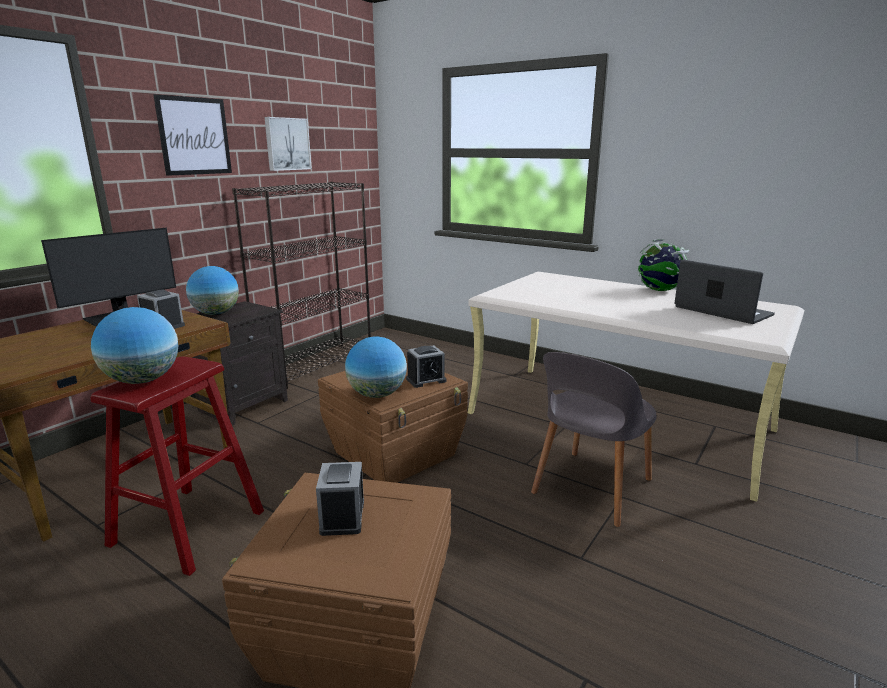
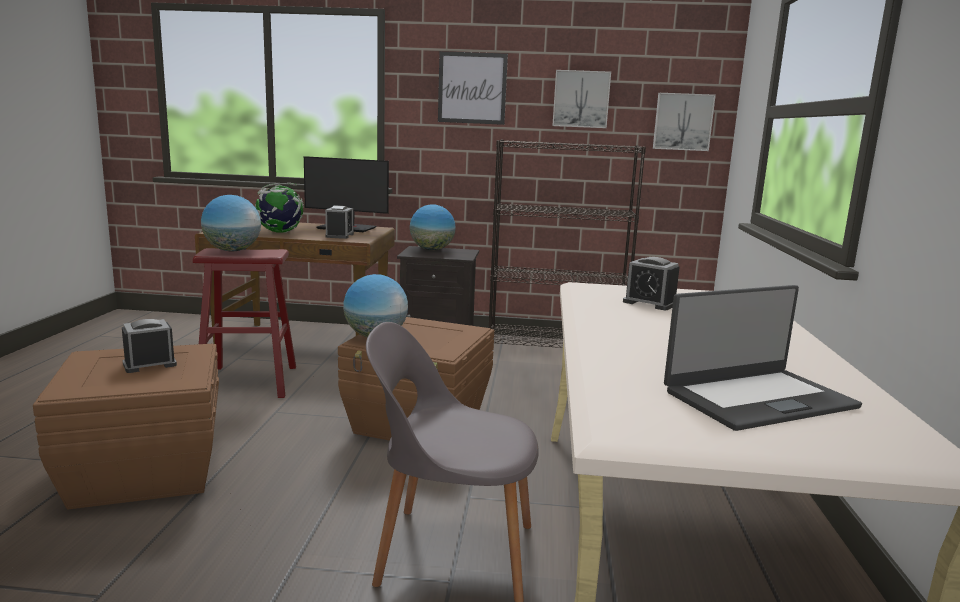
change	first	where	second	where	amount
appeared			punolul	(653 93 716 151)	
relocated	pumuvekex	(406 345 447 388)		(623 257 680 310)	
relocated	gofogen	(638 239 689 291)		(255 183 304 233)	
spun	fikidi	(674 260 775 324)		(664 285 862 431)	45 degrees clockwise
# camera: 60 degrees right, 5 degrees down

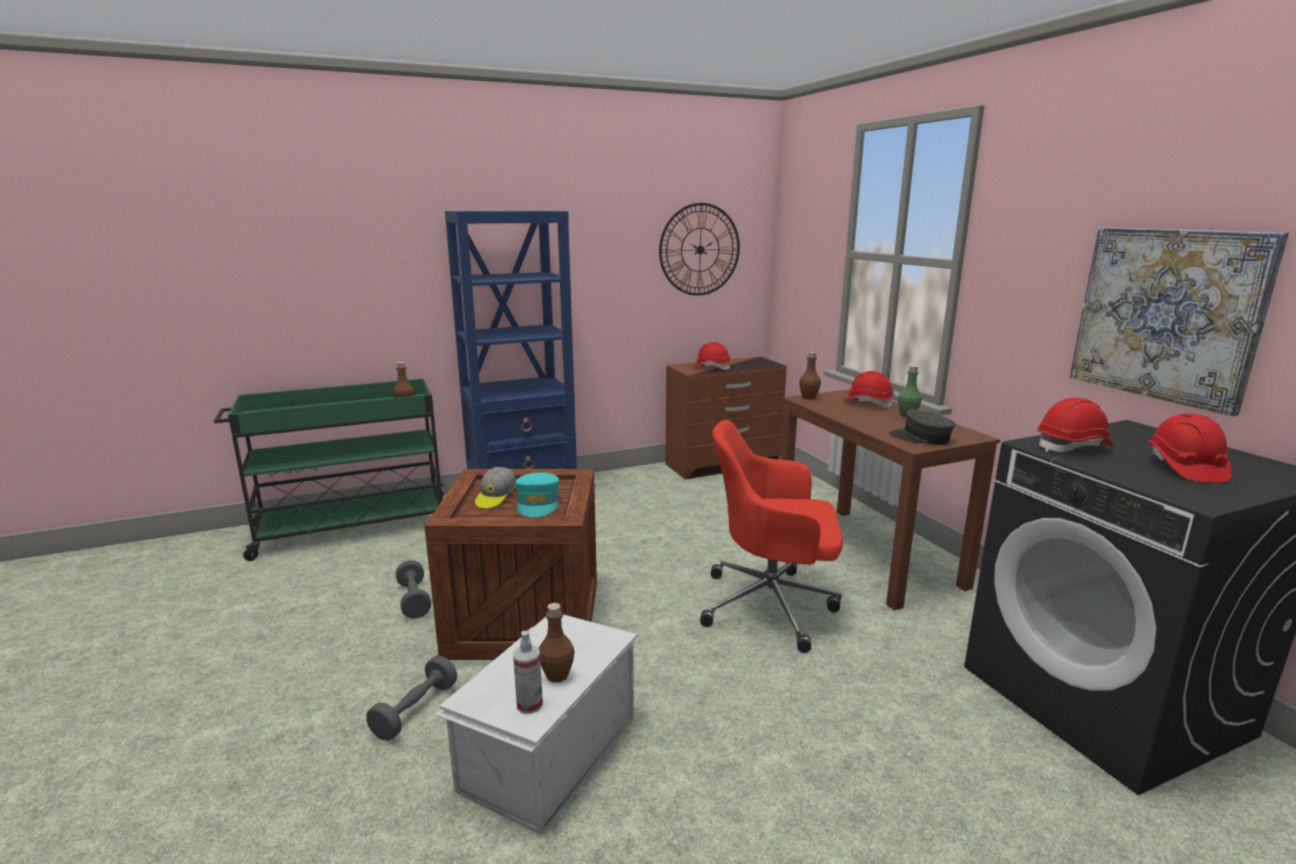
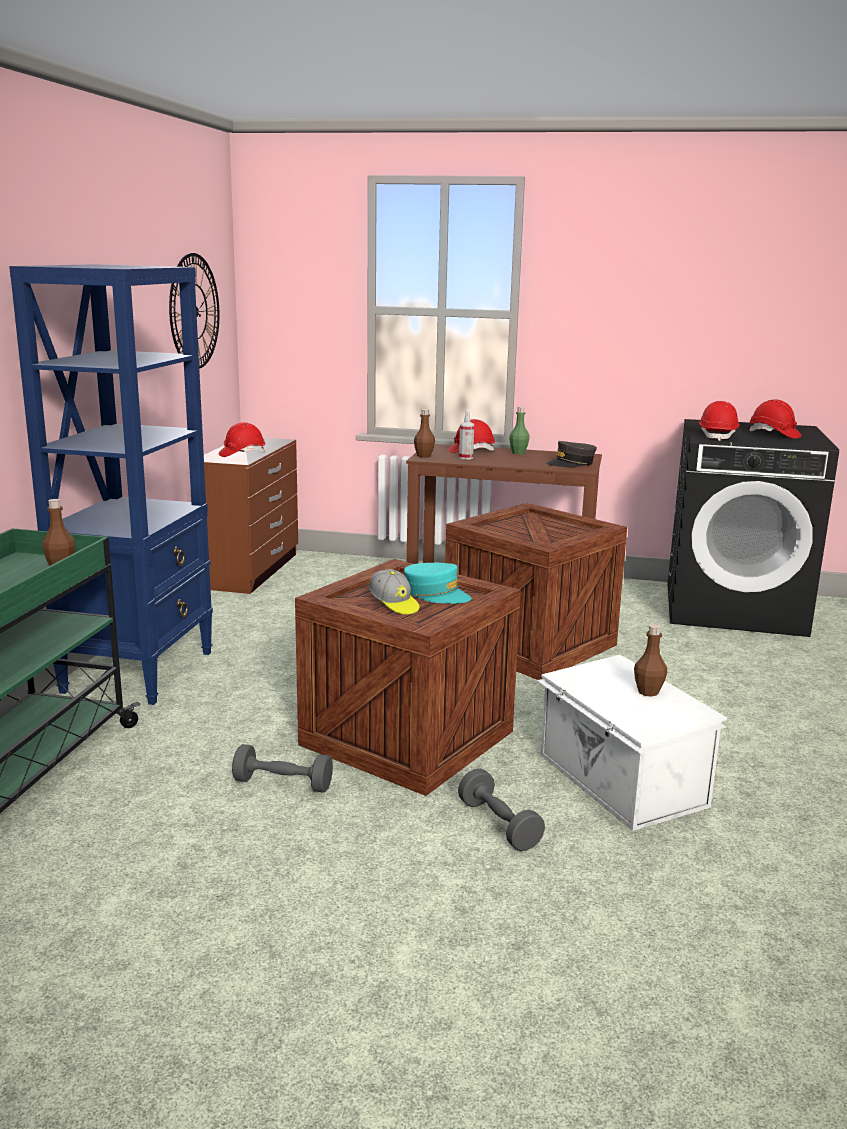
change	first	where	second	where	amount
missing	punolul	(1070 227 1289 416)			
relocated	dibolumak	(513 631 543 714)		(459 411 474 460)	
exchanged	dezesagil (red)	(700 420 843 653)	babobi	(445 503 627 680)	
# camera: 55 degrees left, 0 degrees up

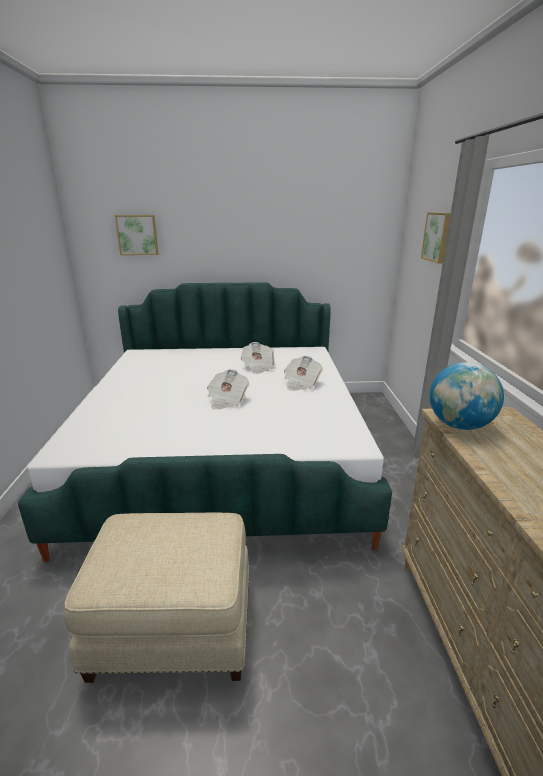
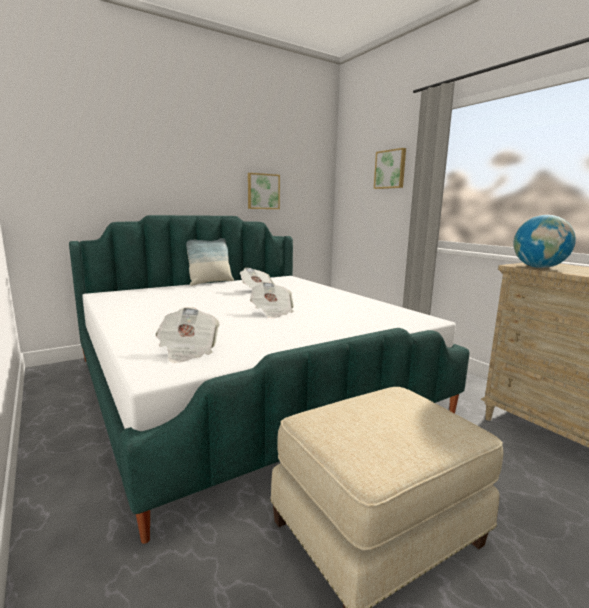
change	first	where	second	where	amount
appeared			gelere	(186 238 234 286)	
relocated	punolul	(115 215 159 255)		(248 173 280 209)	
relocated	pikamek	(284 356 323 391)		(156 307 220 363)	
# camera: 30 degrees left, 10 degrees down

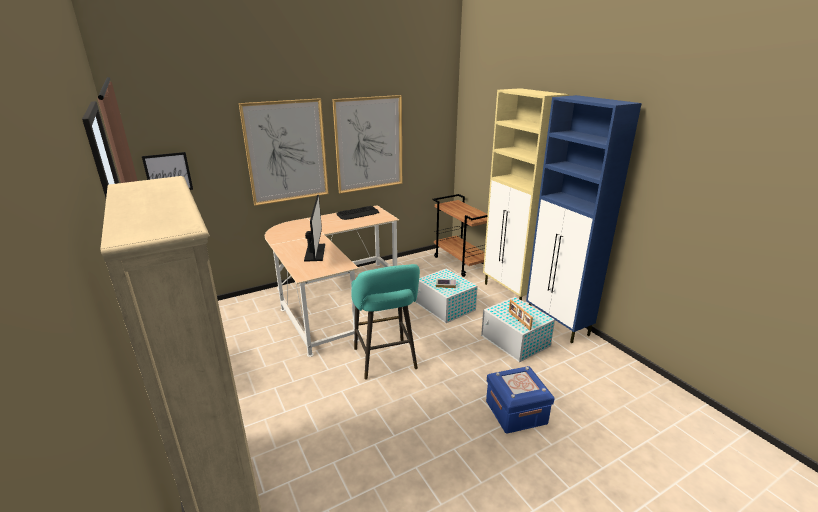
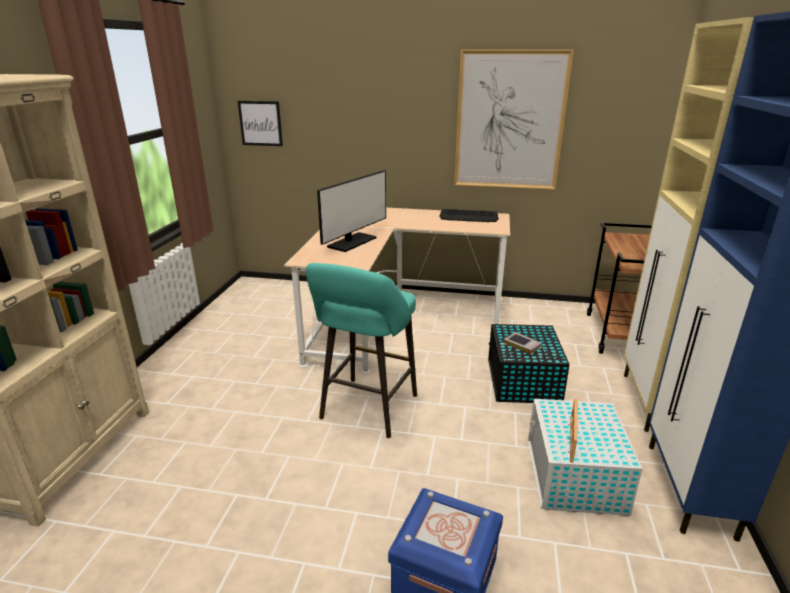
change	first	where	second	where	amount
missing	punolul	(239 98 329 206)			
colour	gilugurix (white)	(416 269 478 323)	gilugurix (black)	(488 324 570 403)	
# camera: 40 degrees right, 0 degrees up

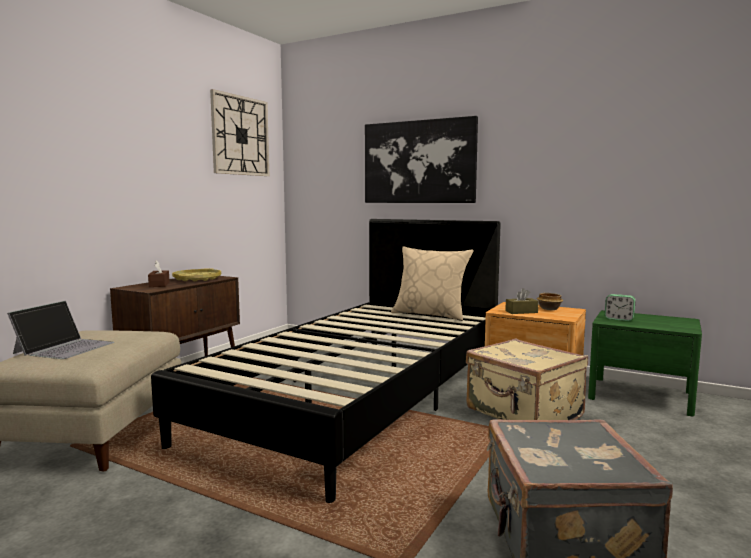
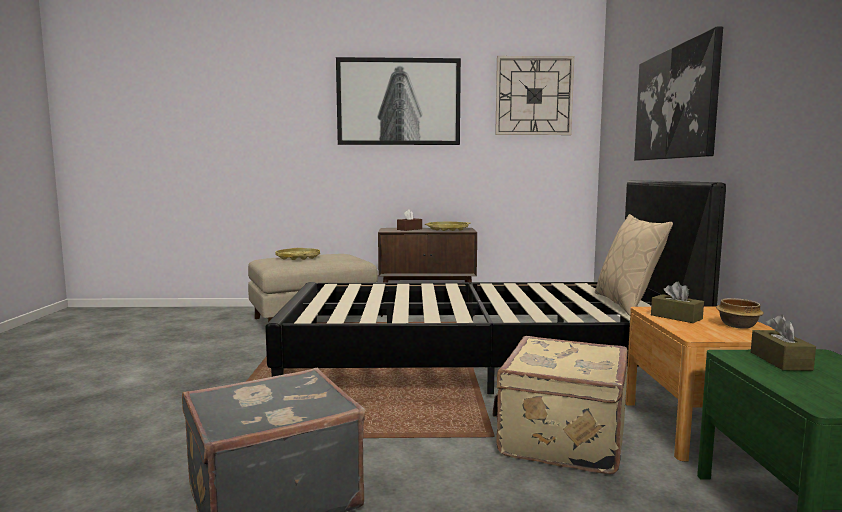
change	first	where	second	where	amount
appeared			punolul	(336 57 461 145)	
exchanged	fikidi	(7 301 114 359)	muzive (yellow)	(276 248 320 260)	
exchanged	pumuvekex	(605 294 636 321)	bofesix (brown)	(751 315 816 371)	
# camera: 60 degrees right, 0 degrees up

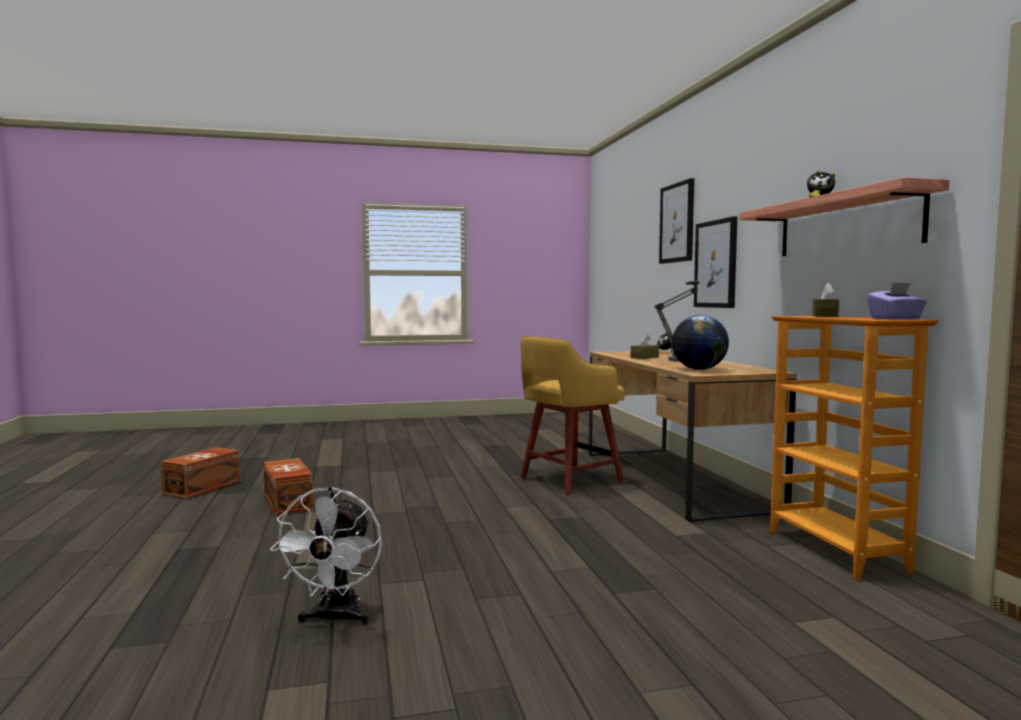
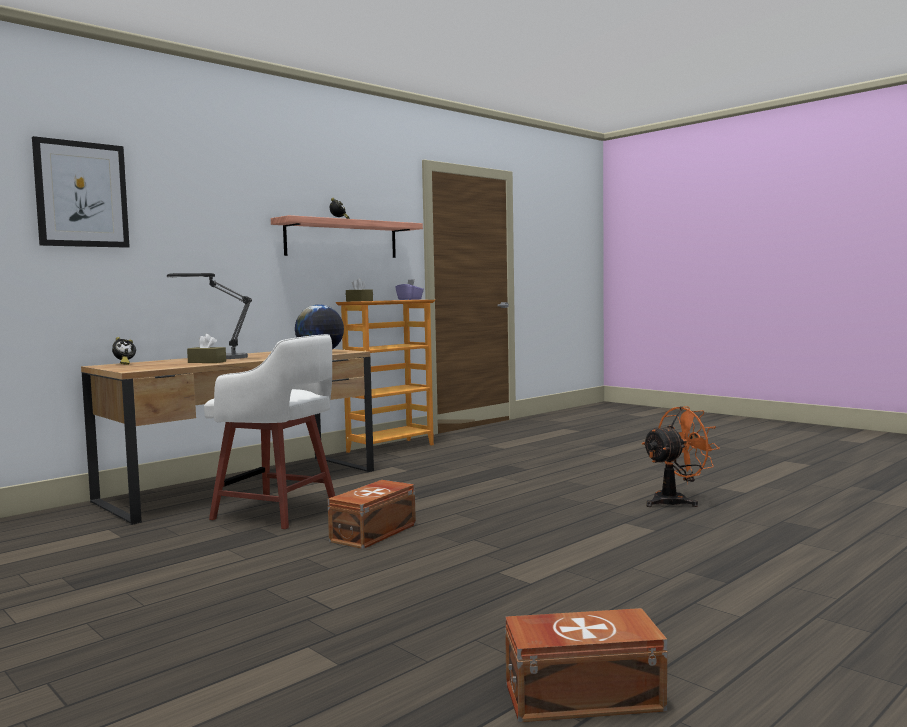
change	first	where	second	where	amount
missing	punolul	(694 216 737 308)			
relocated	gilugurix (brown)	(264 458 313 515)		(327 480 416 549)	
colour	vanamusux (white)	(270 487 382 625)	vanamusux (orange)	(642 406 720 507)	
colour	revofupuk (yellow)	(520 336 625 495)	revofupuk (white)	(204 334 335 529)	
# camera: 120 degrees left, 0 degrees up

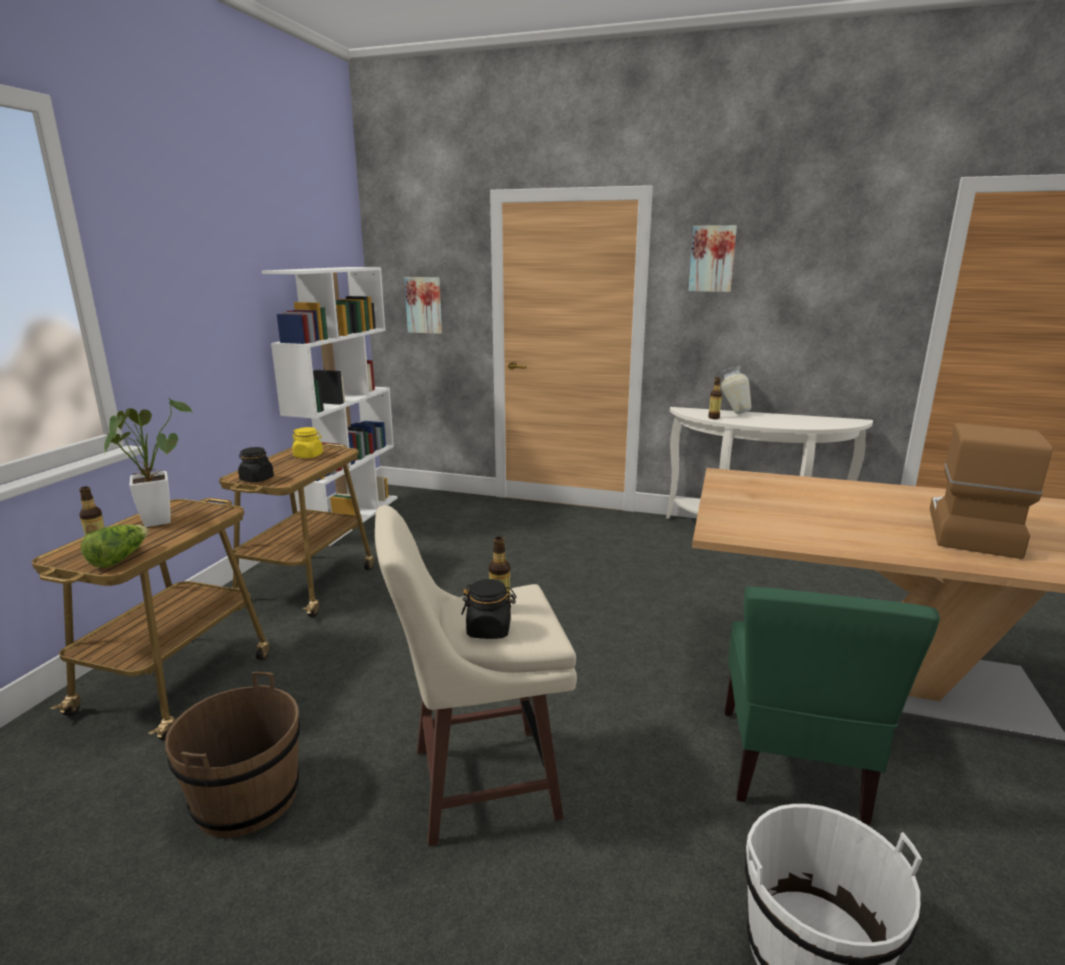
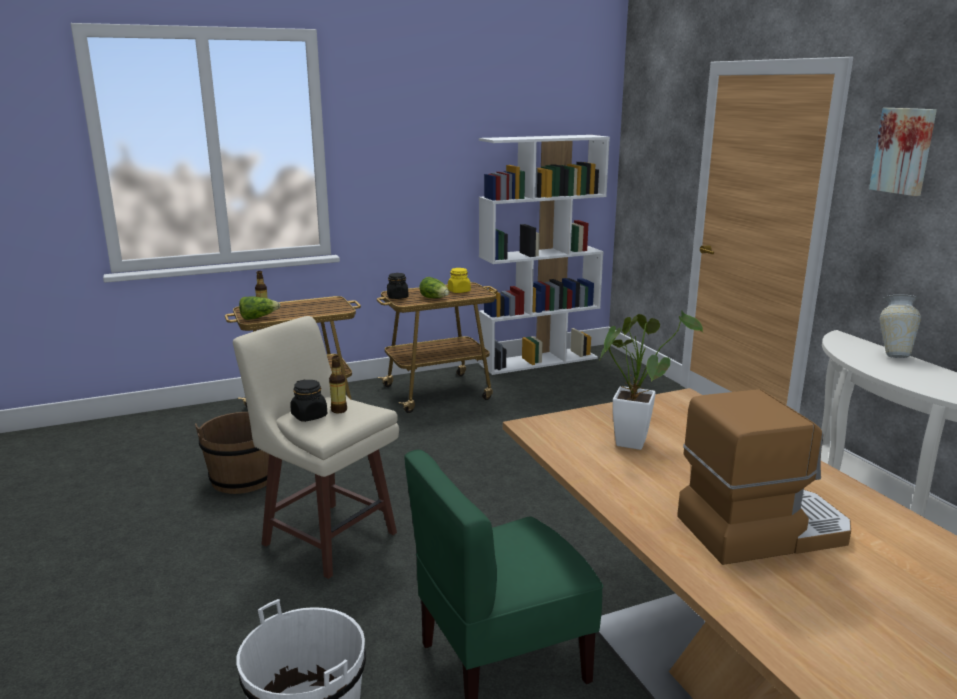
change	first	where	second	where	amount
missing	punolul	(404 277 442 334)			
missing	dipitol	(708 377 722 419)			
appeared			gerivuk	(419 277 449 298)	
relocated	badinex	(104 397 194 527)		(600 310 703 450)	
# camera: 50 degrees right, 0 degrees up

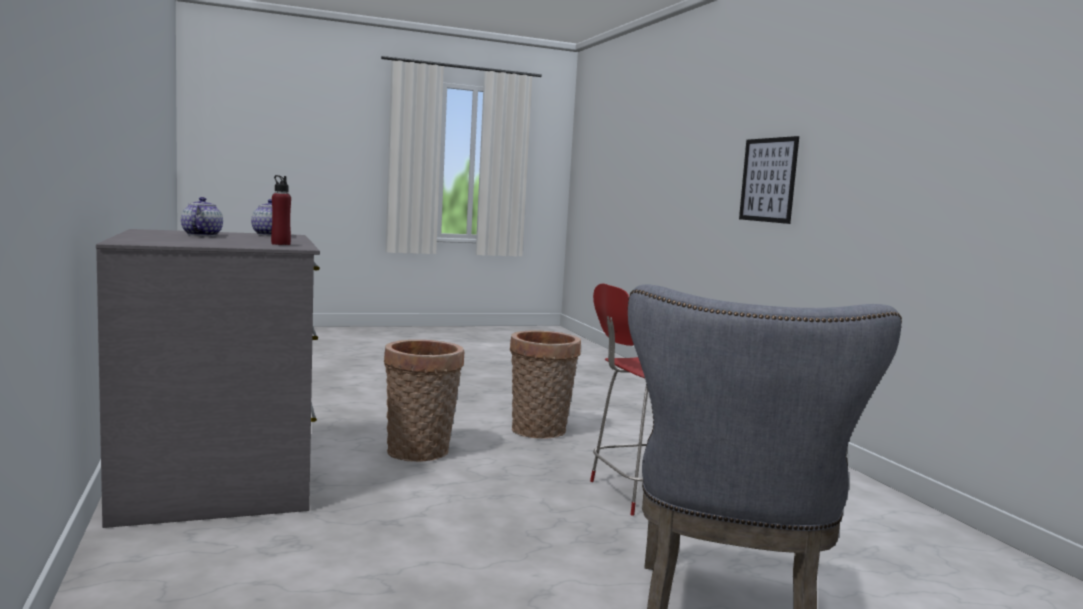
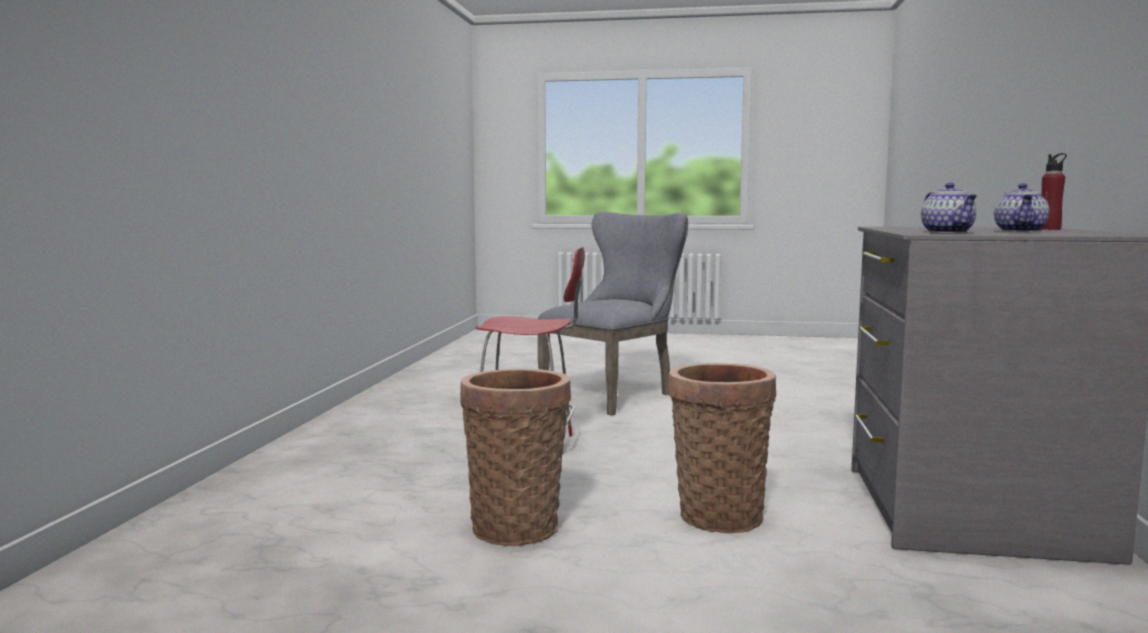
change	first	where	second	where	amount
missing	punolul	(739 136 799 224)			
relocated	dipitol (red)	(271 175 291 245)		(1040 153 1067 230)	
# camera: 150 degrees left, 0 degrees up

